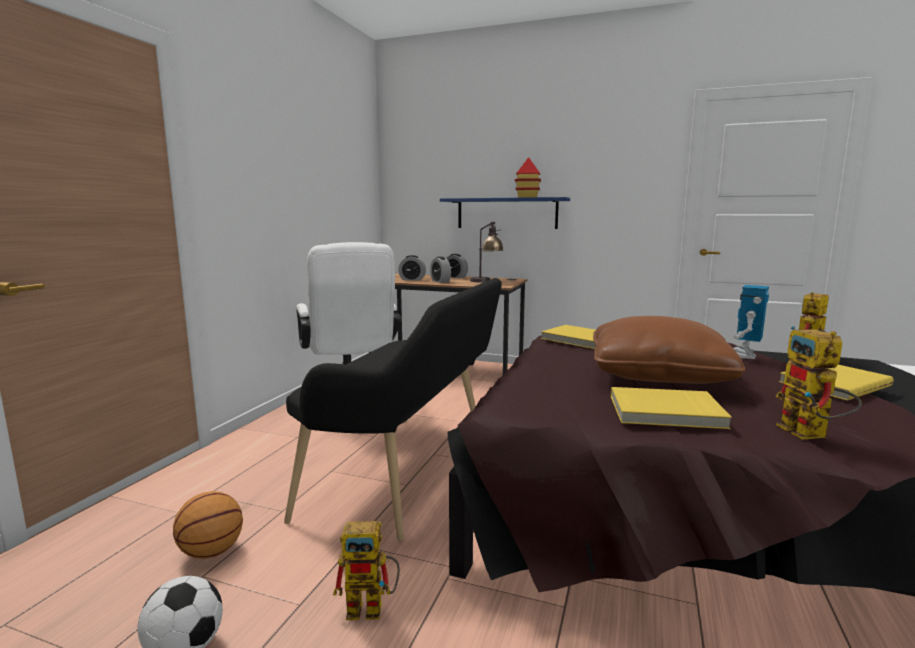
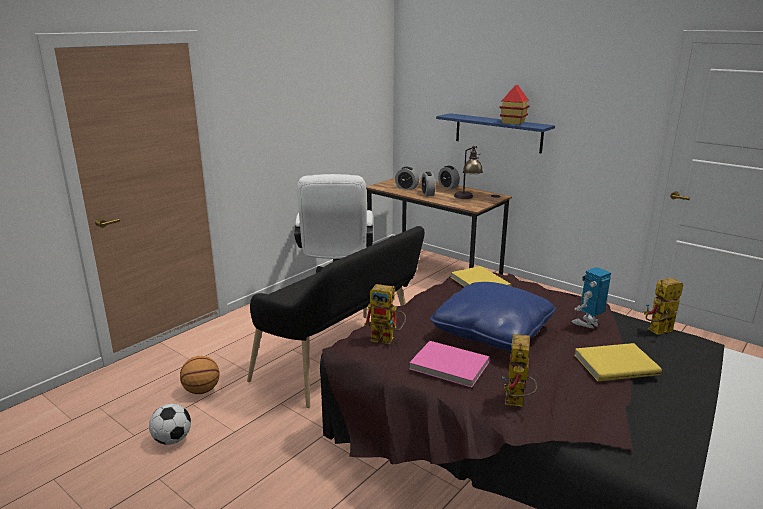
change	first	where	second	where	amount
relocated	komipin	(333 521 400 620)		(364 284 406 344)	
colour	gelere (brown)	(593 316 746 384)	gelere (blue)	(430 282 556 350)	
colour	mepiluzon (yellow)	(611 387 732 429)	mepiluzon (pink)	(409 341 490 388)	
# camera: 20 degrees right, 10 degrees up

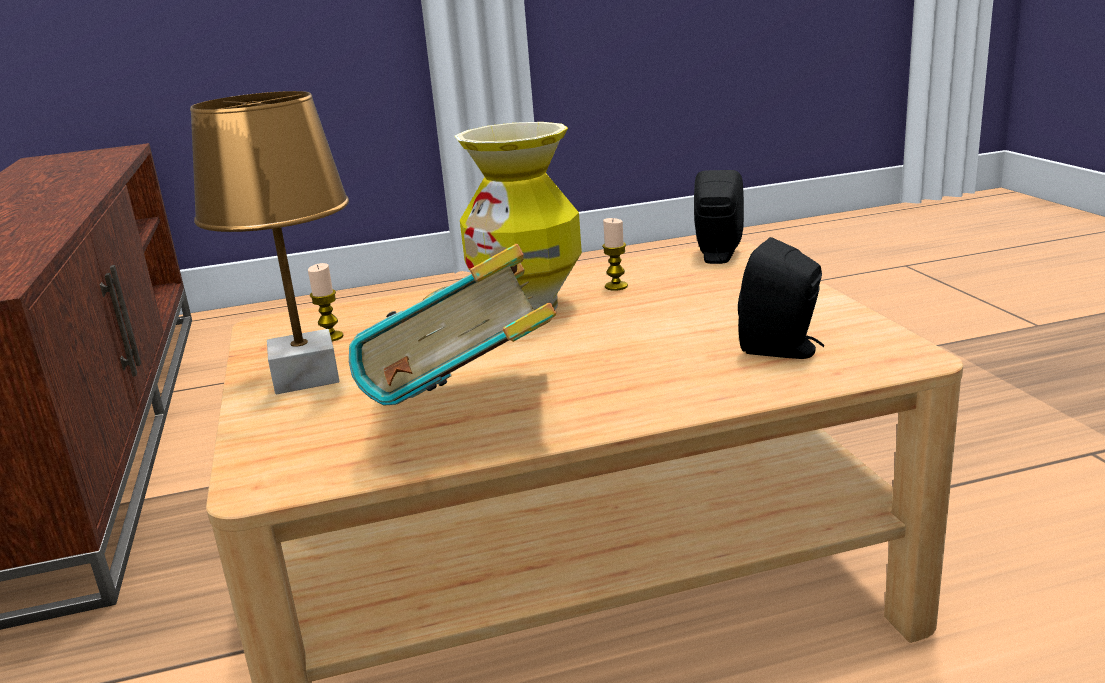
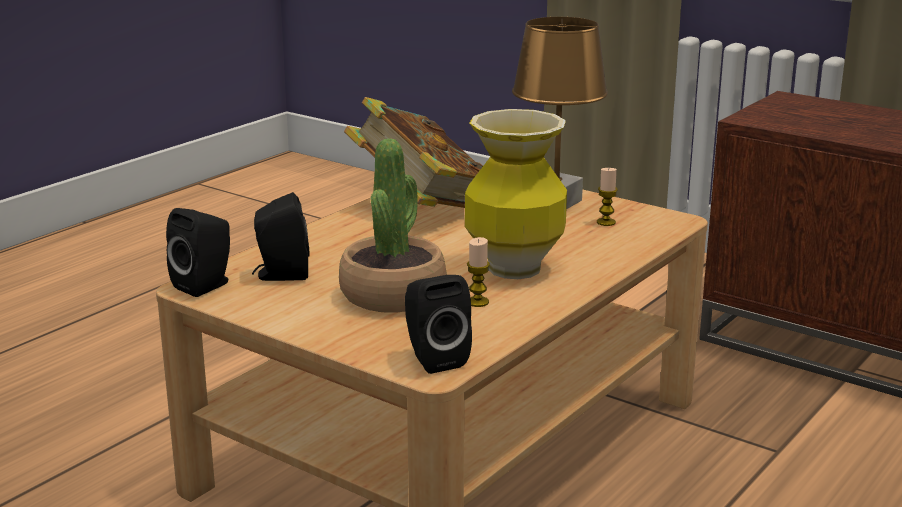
change	first	where	second	where	amount
appeared			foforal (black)	(166 208 230 297)	
appeared			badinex	(339 138 447 313)	
# camera: 140 degrees right, 0 degrees up

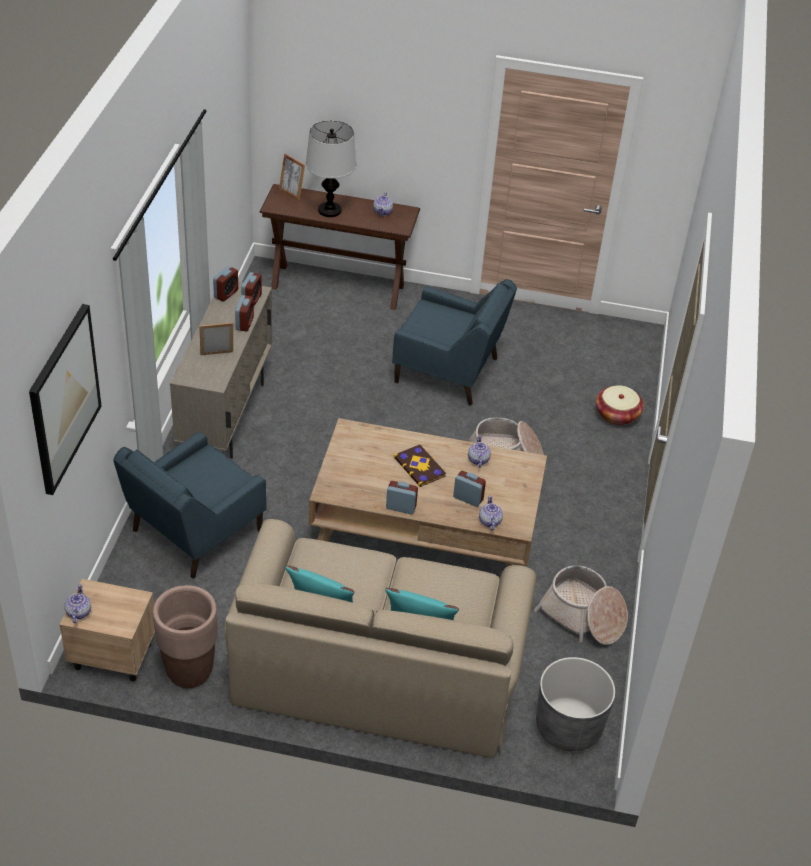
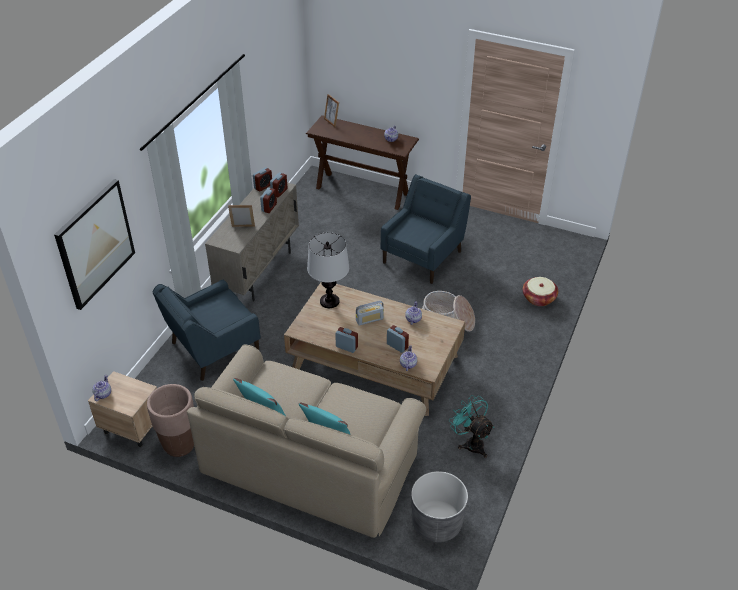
change	first	where	second	where	amount
relocated	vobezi	(306 120 356 217)		(307 233 349 308)	
exchanged	mepiluzon	(393 444 446 487)	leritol	(356 301 384 326)	
exchanged	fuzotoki	(534 565 628 645)	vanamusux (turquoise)	(449 395 494 458)	
spun	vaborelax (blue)	(392 279 517 405)		(380 174 471 284)	90 degrees counterclockwise
# camera: 15 degrees right, 0 degrees up

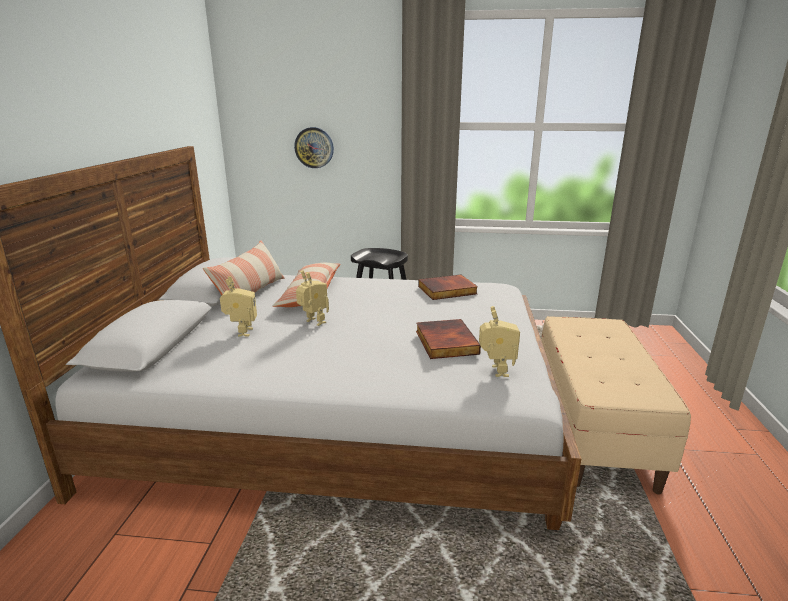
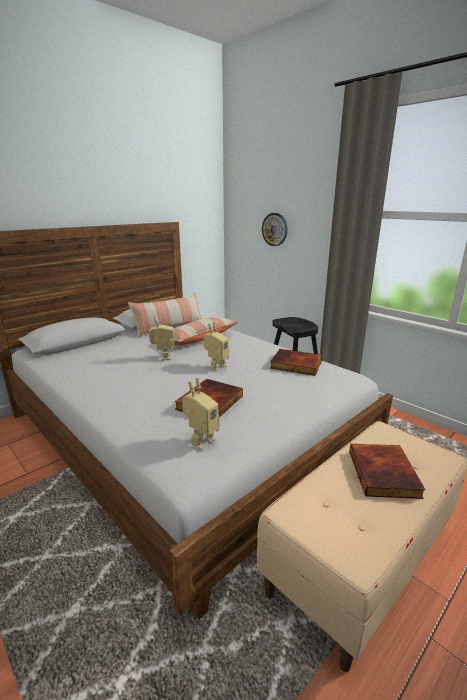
change	first	where	second	where	amount
appeared			mepiluzon	(349 444 425 499)	
relocated	komipin	(220 276 257 337)		(203 322 229 371)	
# camera: 40 degrees right, 0 degrees up

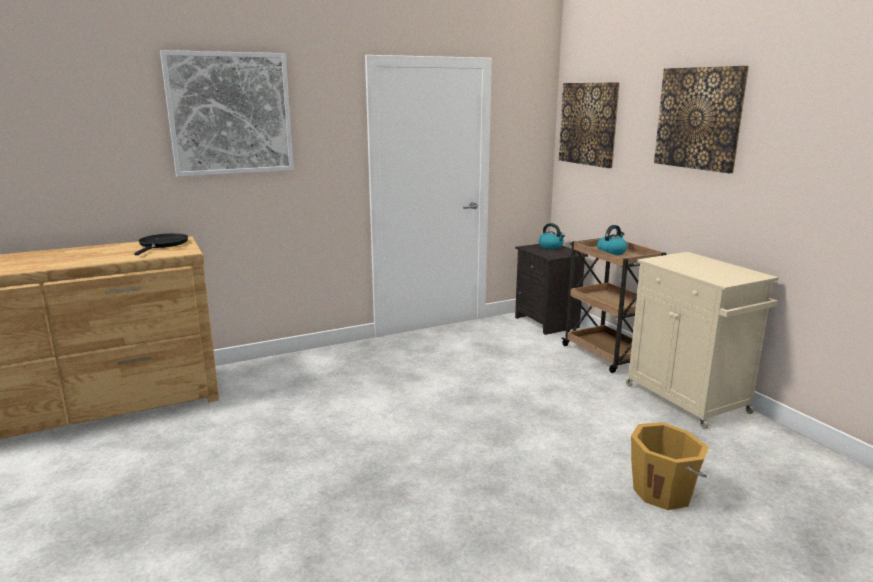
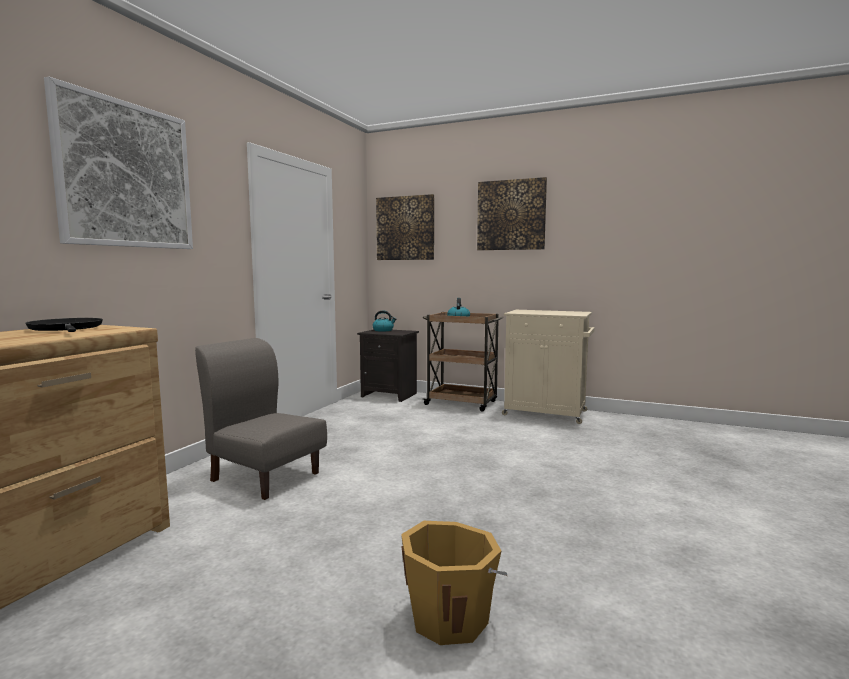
change	first	where	second	where	amount
appeared			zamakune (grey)	(195 338 327 500)	
relocated	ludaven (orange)	(631 422 709 510)		(401 521 507 645)	
# camera: 40 degrees left, 10 degrees down

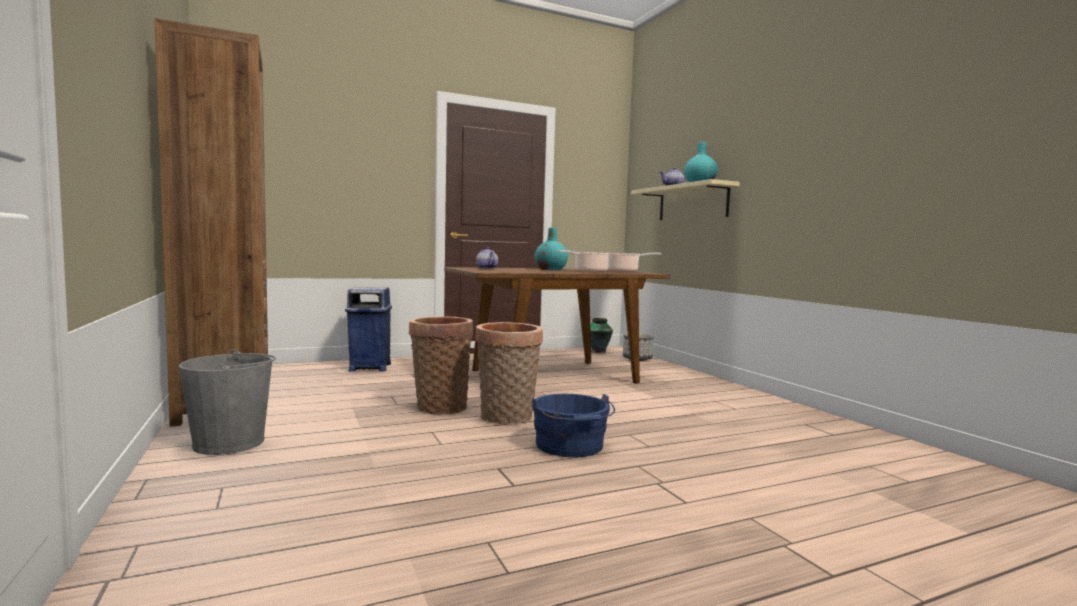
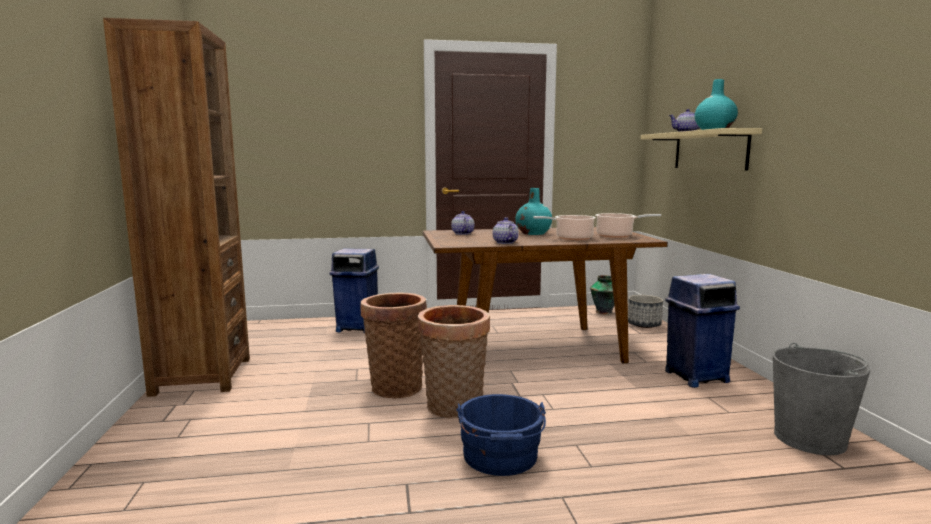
change	first	where	second	where	amount
appeared			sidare	(493 217 519 244)	
appeared			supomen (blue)	(665 274 740 388)	
relocated	ludaven (grey)	(178 349 276 455)		(773 343 870 456)	
# camera: 15 degrees right, 5 degrees up

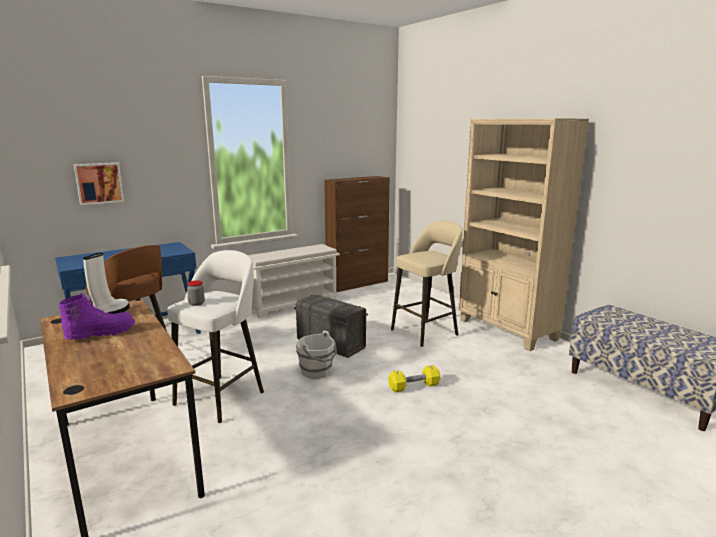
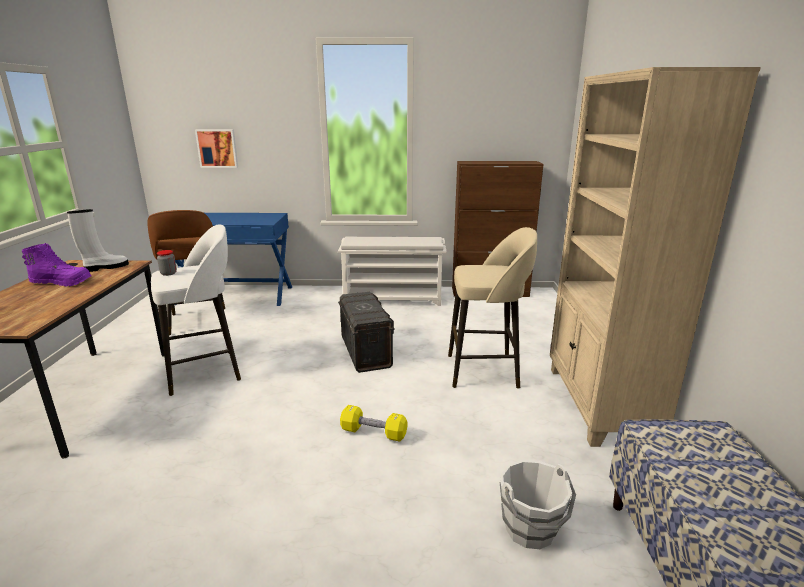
change	first	where	second	where	amount
relocated	ludaven (white)	(296 331 337 379)		(500 460 576 549)	
# camera: 35 degrees right, 5 degrees up

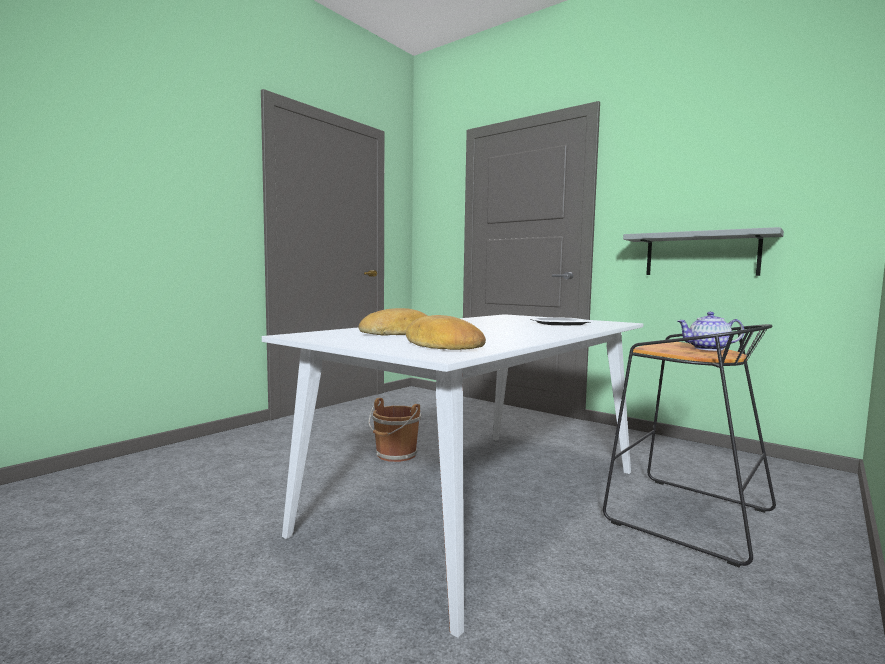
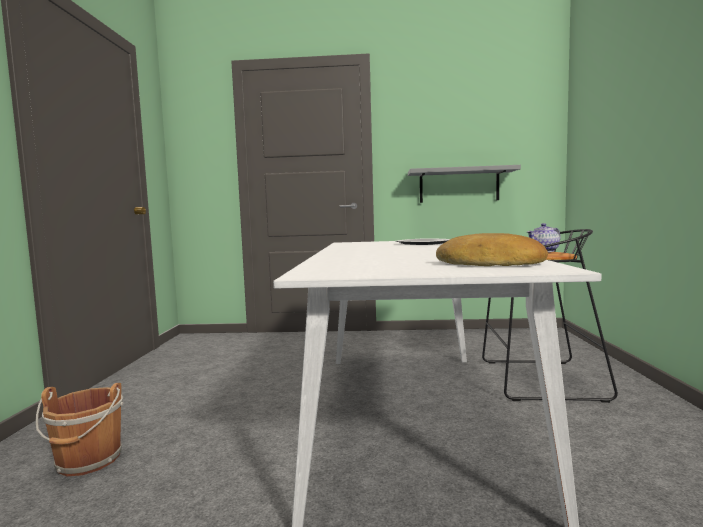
change	first	where	second	where	amount
missing	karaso	(359 308 427 336)			
relocated	ludaven (brown)	(368 398 421 462)		(36 383 123 476)	
# camera: 35 degrees left, 0 degrees up

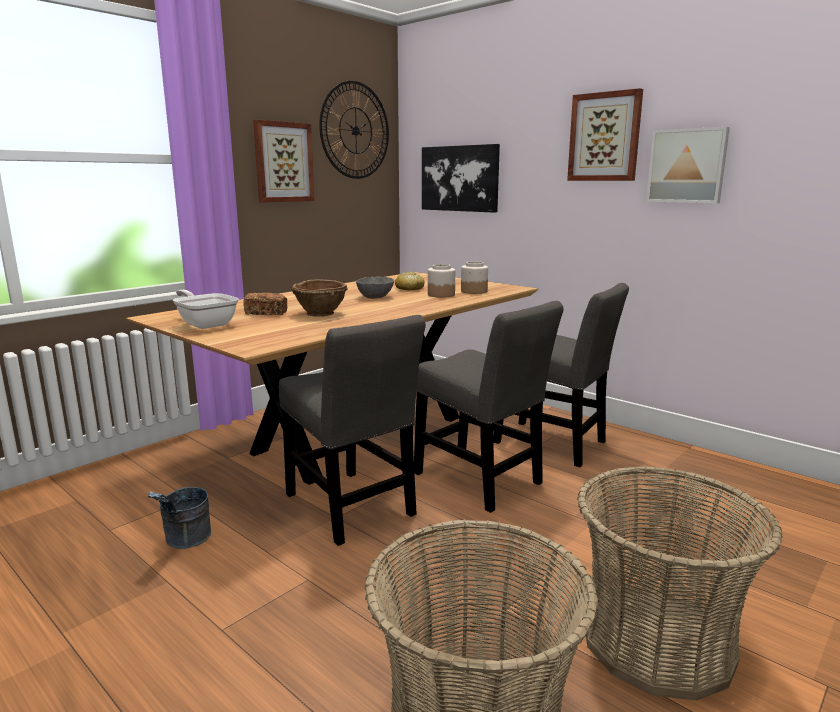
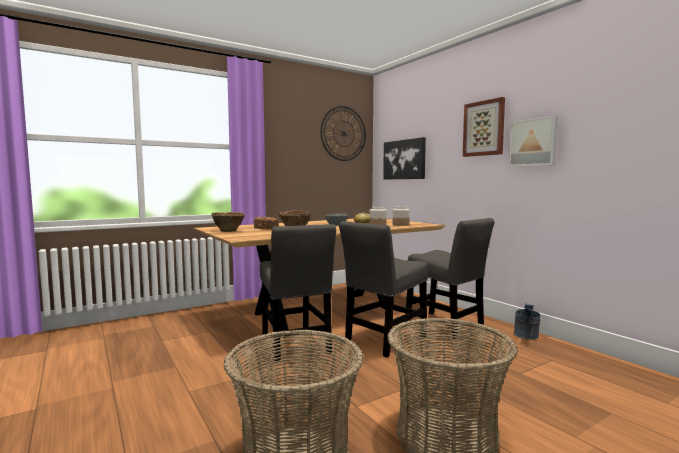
change	first	where	second	where	amount
missing	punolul	(253 120 315 203)			
relocated	ludaven (grey)	(147 487 211 549)		(514 303 541 340)	
exchanged	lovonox	(173 290 239 329)	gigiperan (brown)	(211 212 245 232)	
spun	zamakune (grey)	(414 301 564 513)		(339 221 428 358)	75 degrees clockwise
# camera: 15 degrees right, 10 degrees down

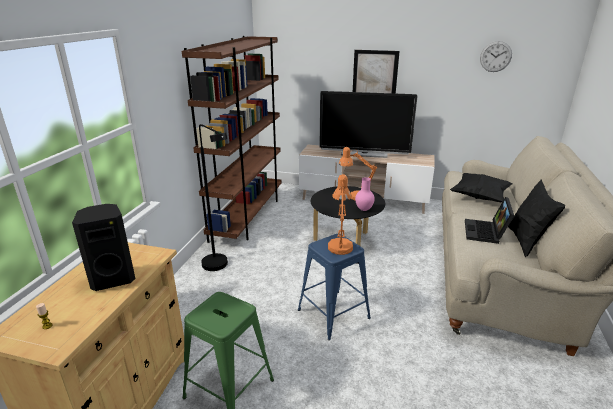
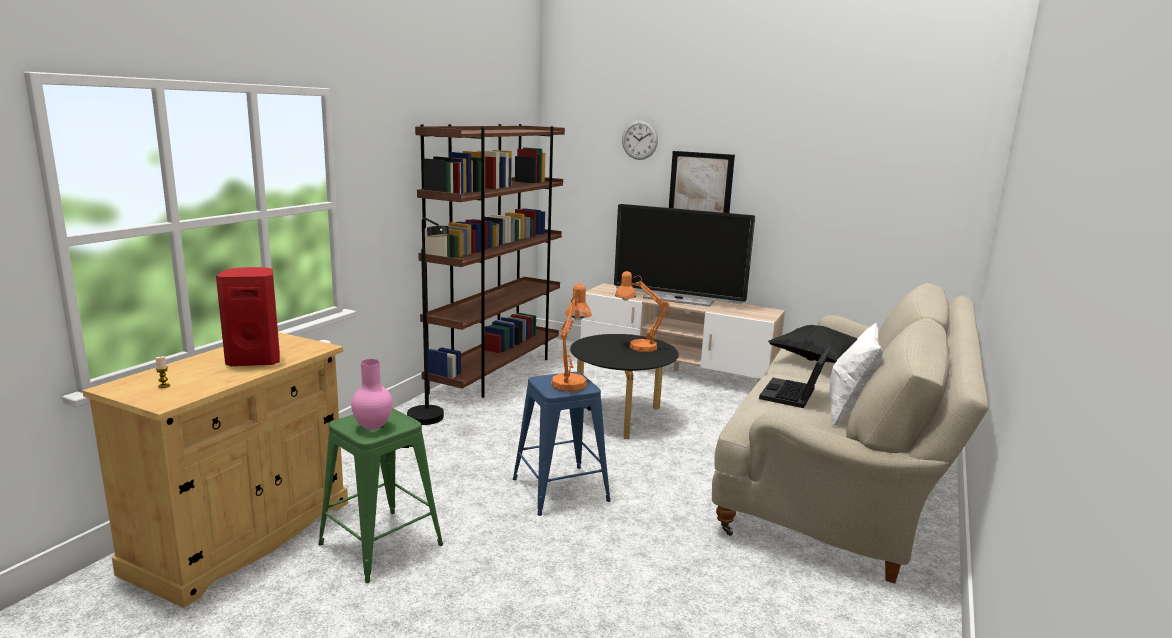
change	first	where	second	where	amount
relocated	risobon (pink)	(355 177 375 211)		(351 359 393 430)	
relocated	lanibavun	(480 41 512 72)		(622 120 658 160)	
colour	foforal (black)	(72 204 136 291)	foforal (red)	(216 267 280 366)	
colour	gelere (black)	(508 180 565 257)	gelere (white)	(829 323 883 426)	
# camera: 10 degrees right, 10 degrees down

